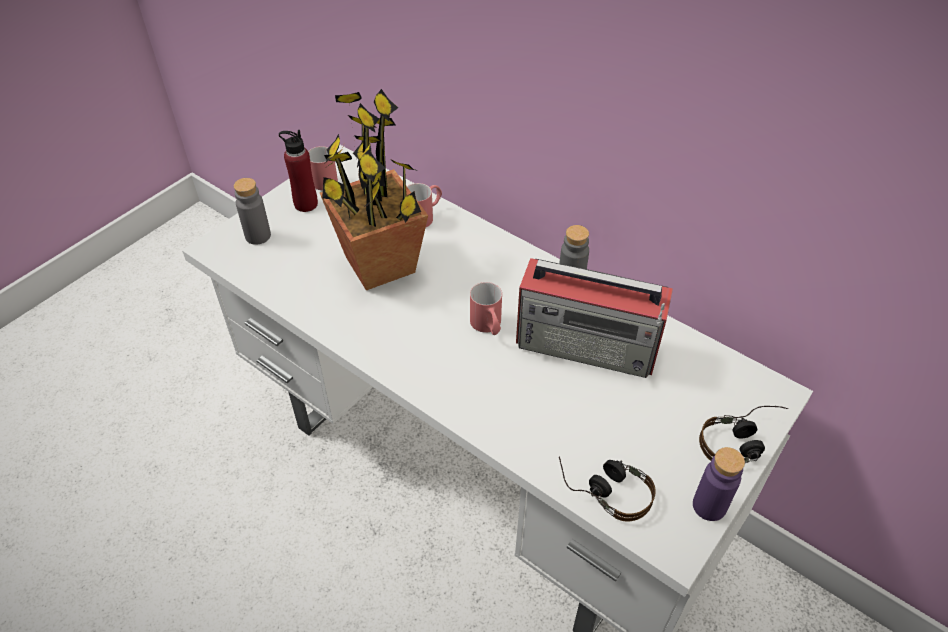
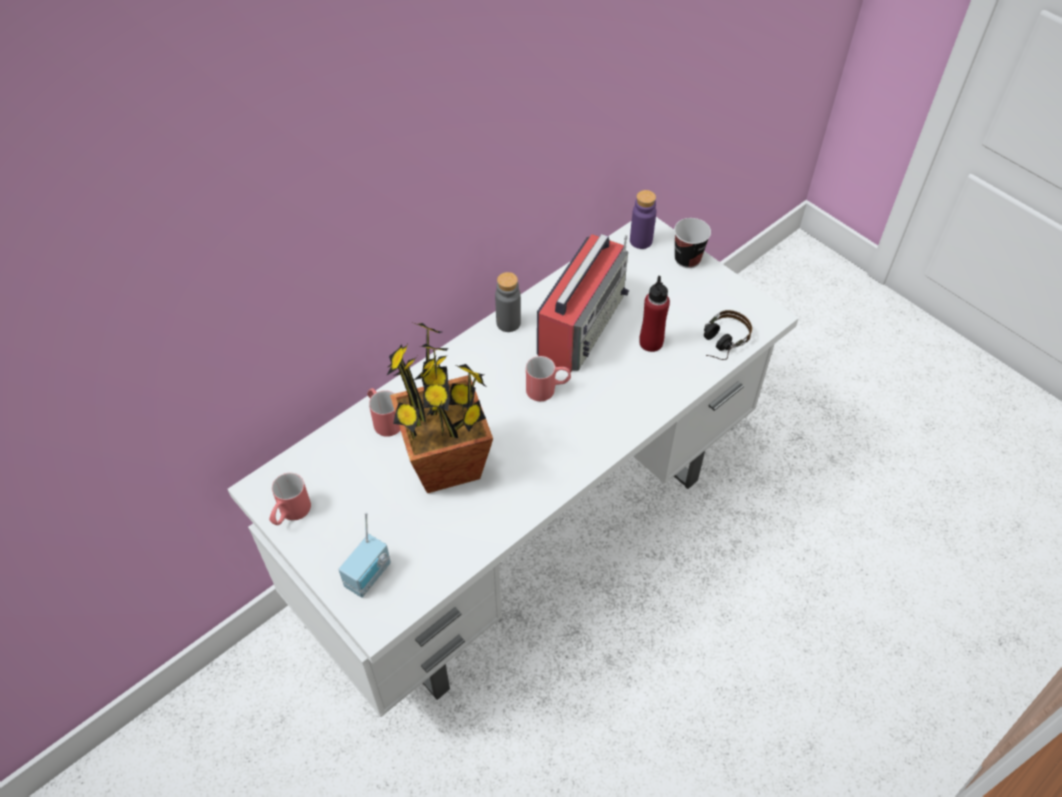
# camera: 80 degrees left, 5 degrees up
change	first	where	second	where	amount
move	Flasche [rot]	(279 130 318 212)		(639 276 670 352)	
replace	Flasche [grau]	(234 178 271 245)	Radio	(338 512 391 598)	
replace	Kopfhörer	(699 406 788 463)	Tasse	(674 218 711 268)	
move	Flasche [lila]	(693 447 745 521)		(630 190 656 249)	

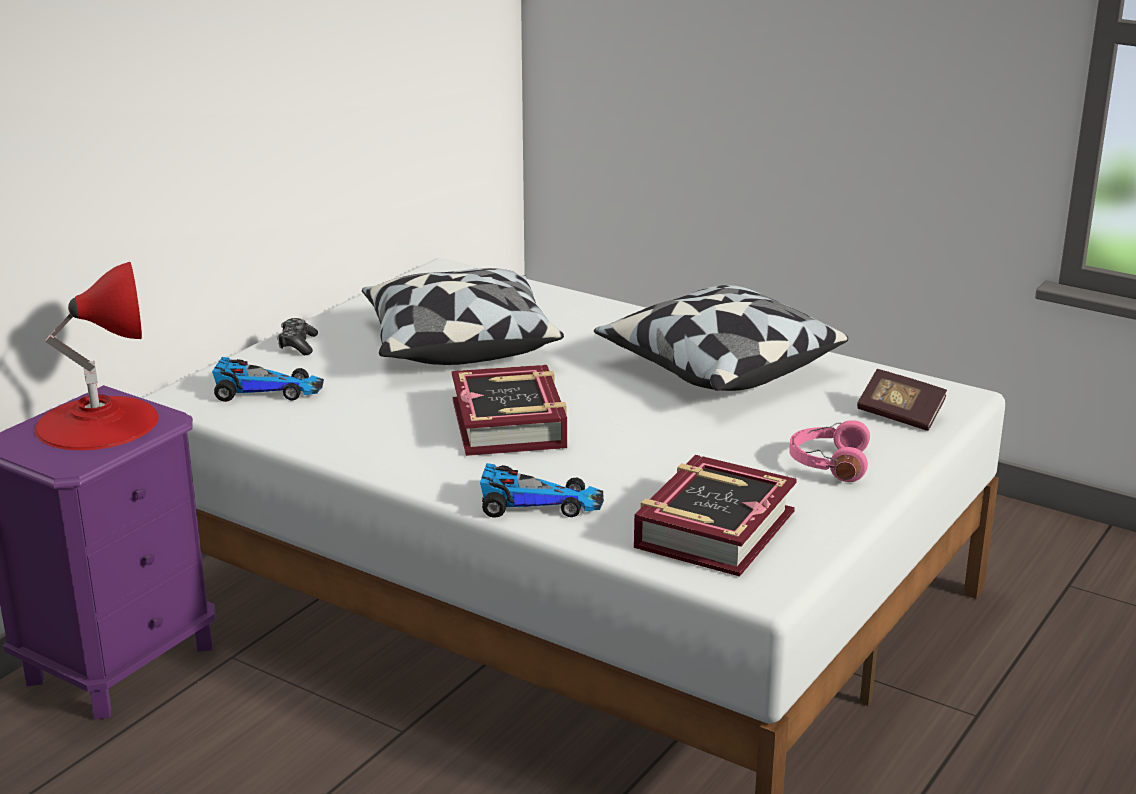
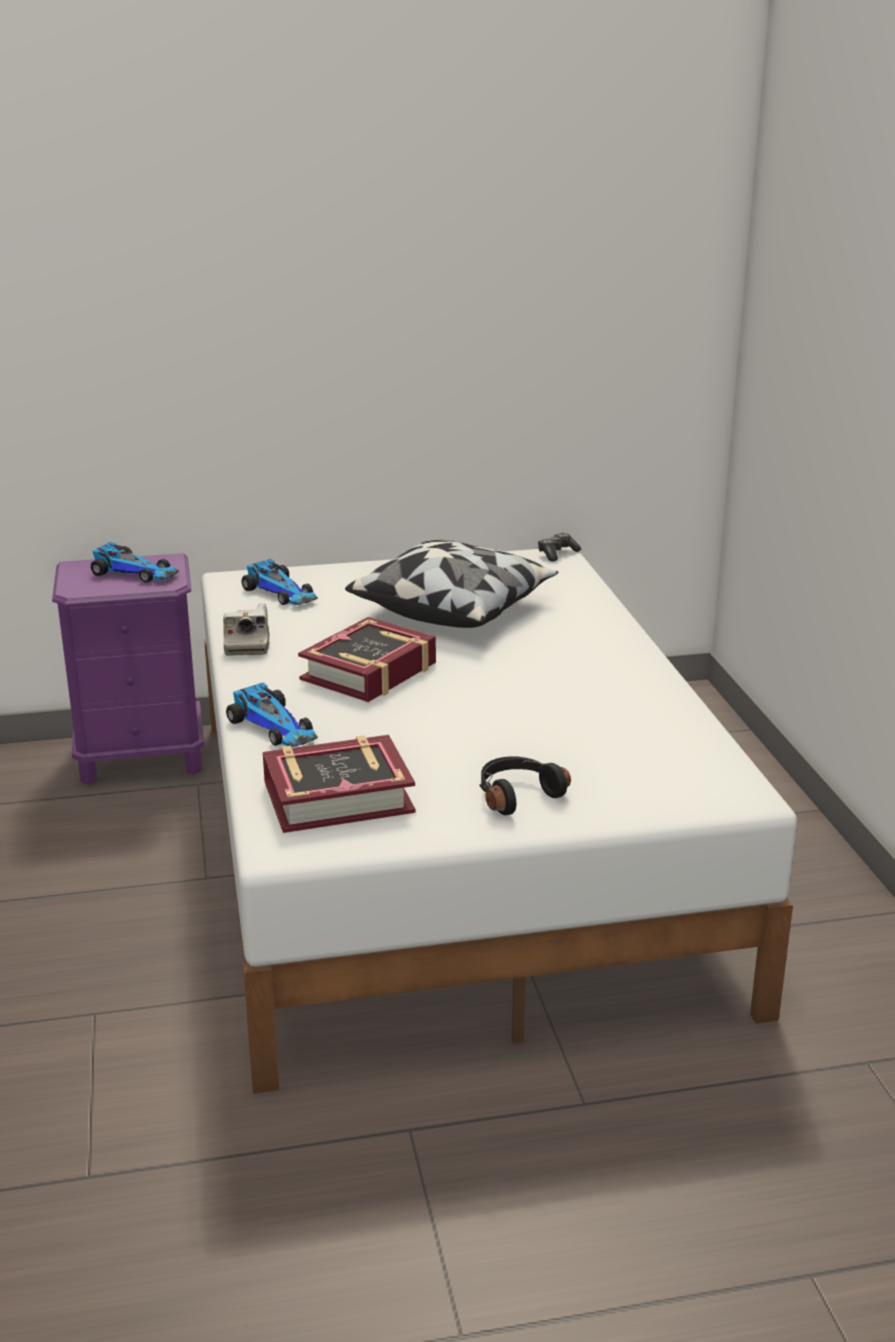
# camera: 45 degrees right, 0 degrees up
change	first	where	second	where	amount
replace	Tischlampe [rot]	(35 262 159 450)	Spielzeugauto	(91 542 179 583)	
delete	Kissen	(594 285 848 391)			
move	Gamepad	(277 318 318 355)		(538 533 581 561)	
delete	Buch	(857 369 947 431)			
recolor	Kopfhörer [rosa]	(789 420 870 482)	Kopfhörer [schwarz]	(479 756 571 815)	
insert			Kamera	(223 603 269 656)	

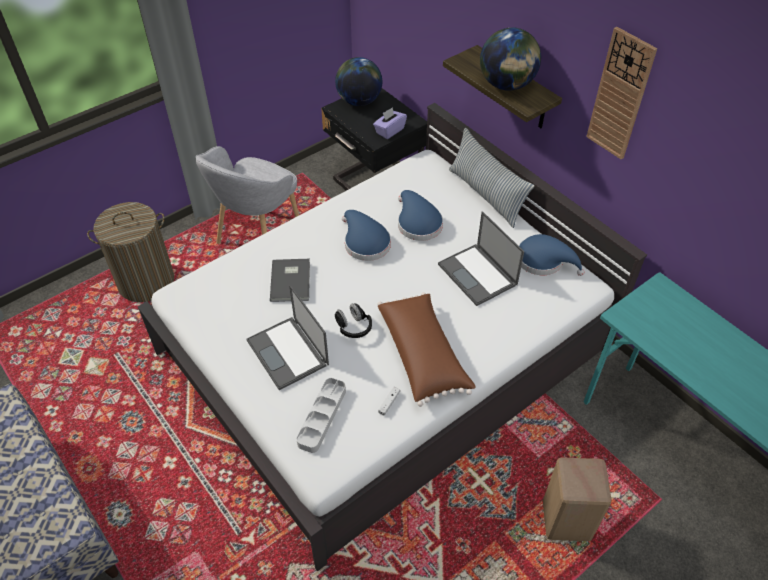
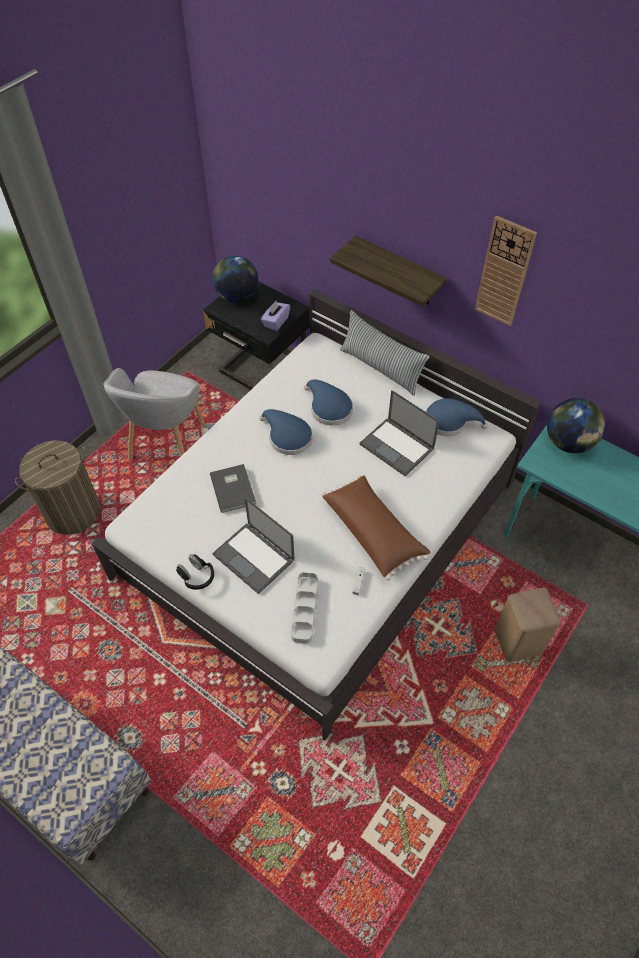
# camera: 15 degrees left, 5 degrees up
change	first	where	second	where	amount
move	Globus	(480 27 541 91)		(547 398 605 453)	
move	Kopfhörer [schwarz]	(335 303 372 338)		(176 554 214 590)	

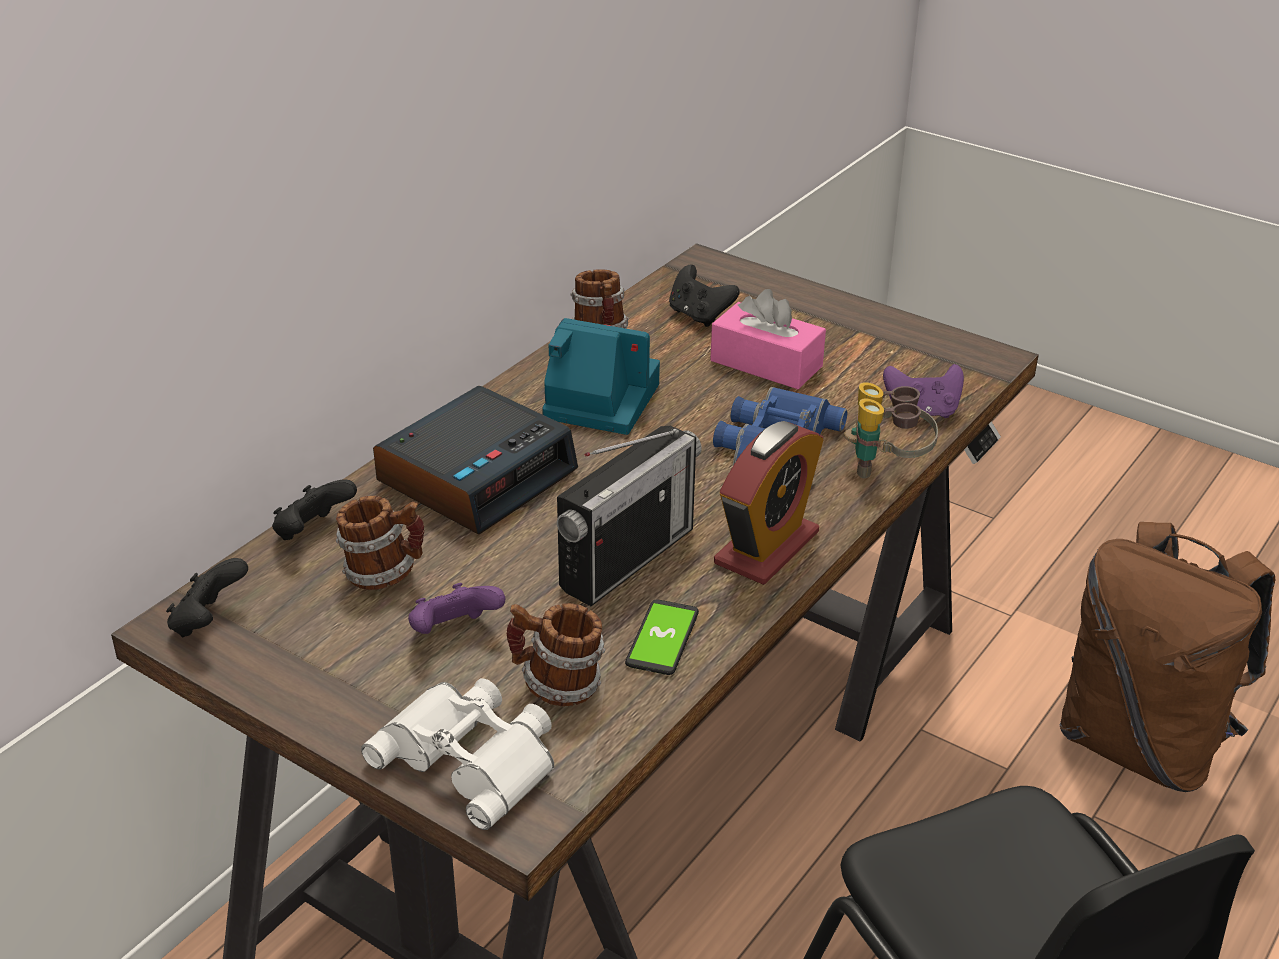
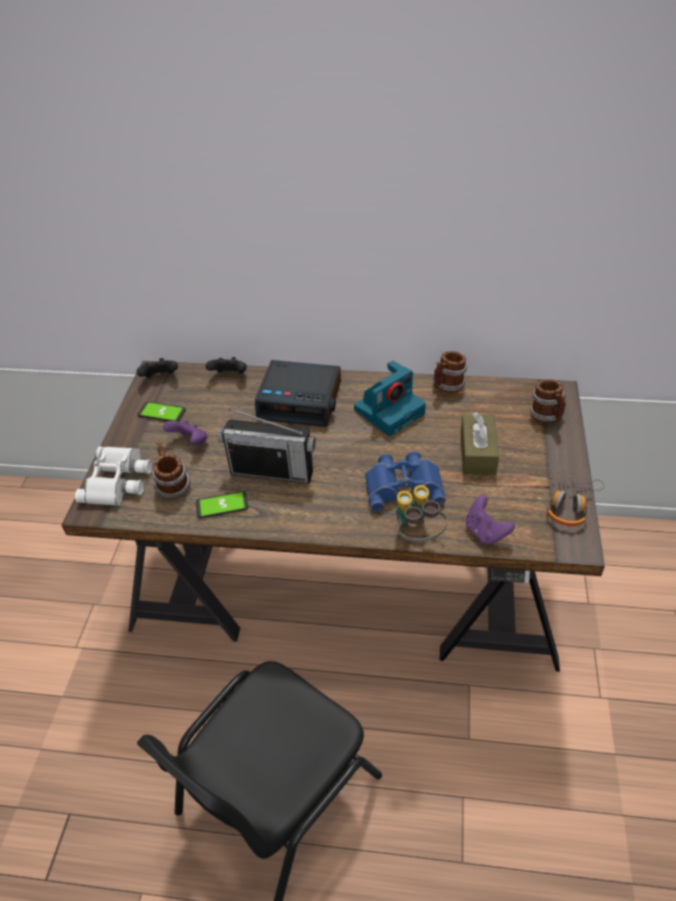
# camera: 65 degrees right, 10 degrees up
change	first	where	second	where	amount
delete	Gamepad [schwarz]	(669 265 740 327)			
recolor	Taschentuchbox [rosa]	(710 289 826 389)	Taschentuchbox [braun]	(461 412 499 475)	
rotate	Kamera	(542 318 660 435)		(354 361 426 436)	60 degrees clockwise
delete	Wecker	(714 421 824 585)			
move	Henkelbecher	(336 496 424 590)		(529 379 566 423)	
delete	Rucksack [braun]	(1060 522 1275 792)			
insert			Handy	(137 402 186 421)	
insert			Kopfhörer	(544 472 604 526)	

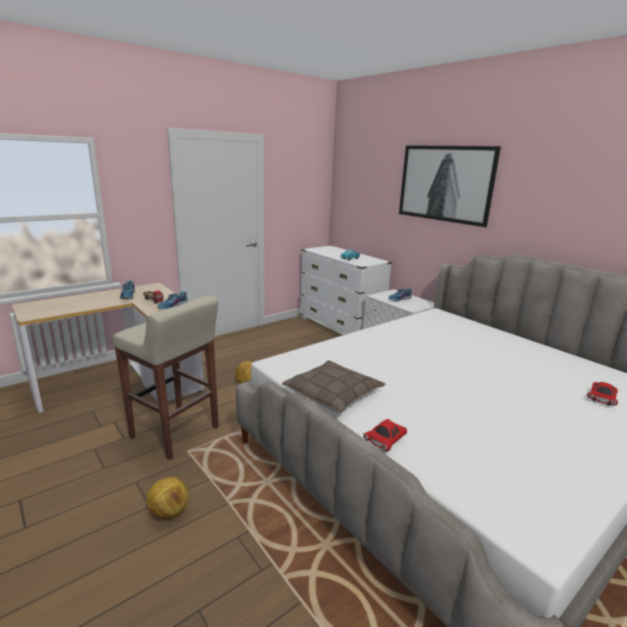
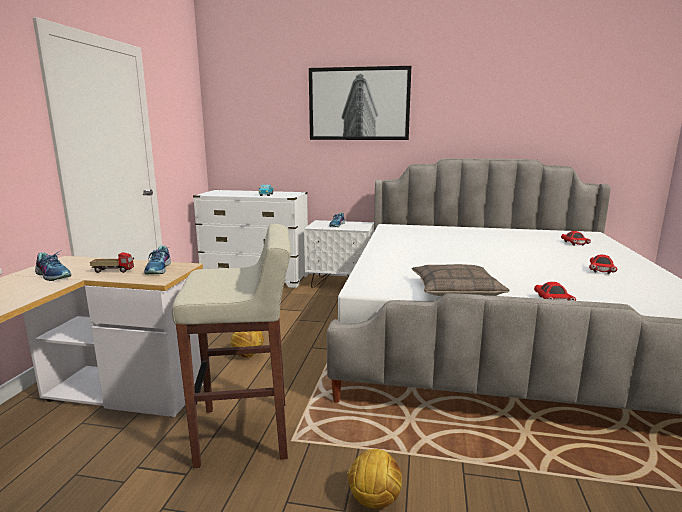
# camera: 40 degrees left, 5 degrees down
change	first	where	second	where	amount
insert			Spielzeugauto [rot]	(589 255 617 274)	

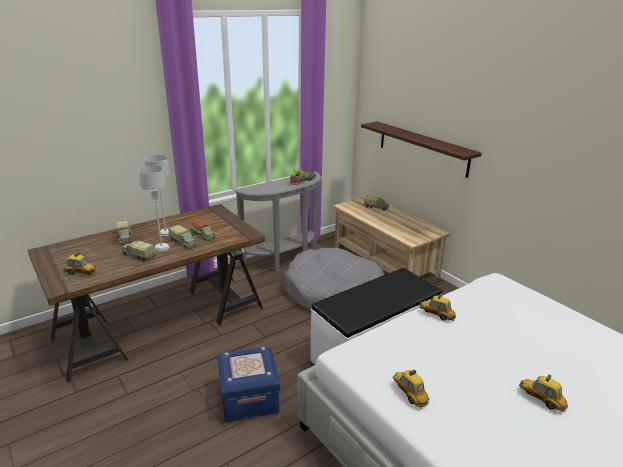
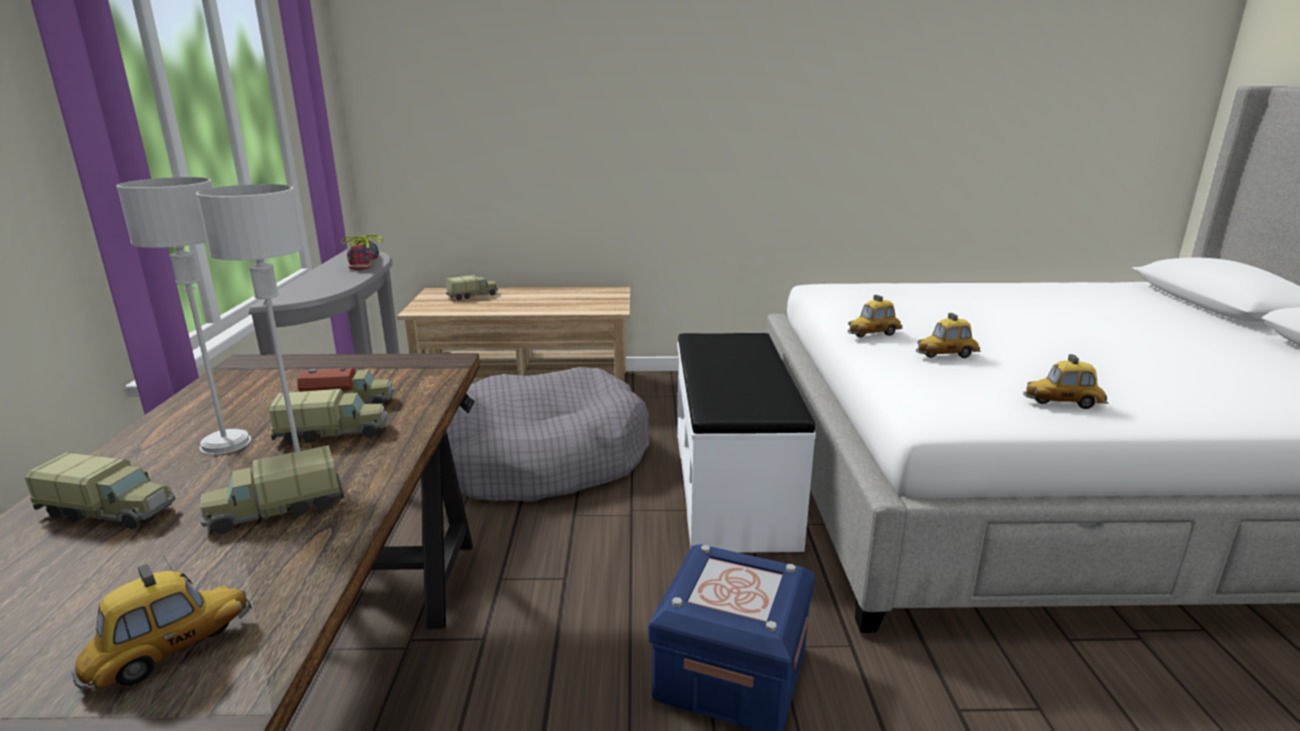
# camera: 55 degrees left, 5 degrees down
change	first	where	second	where	amount
delete	Wandregal	(361 122 482 178)			
move	Spielzeugauto	(519 375 568 412)		(916 313 981 358)	

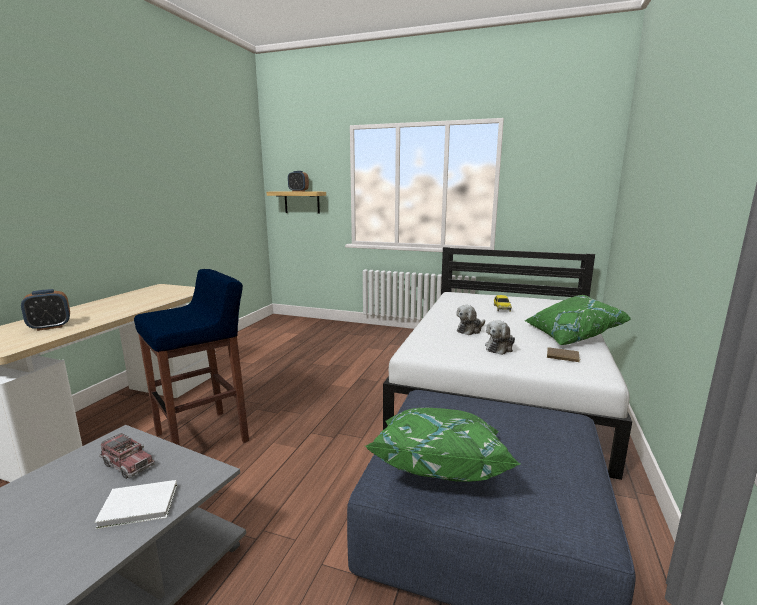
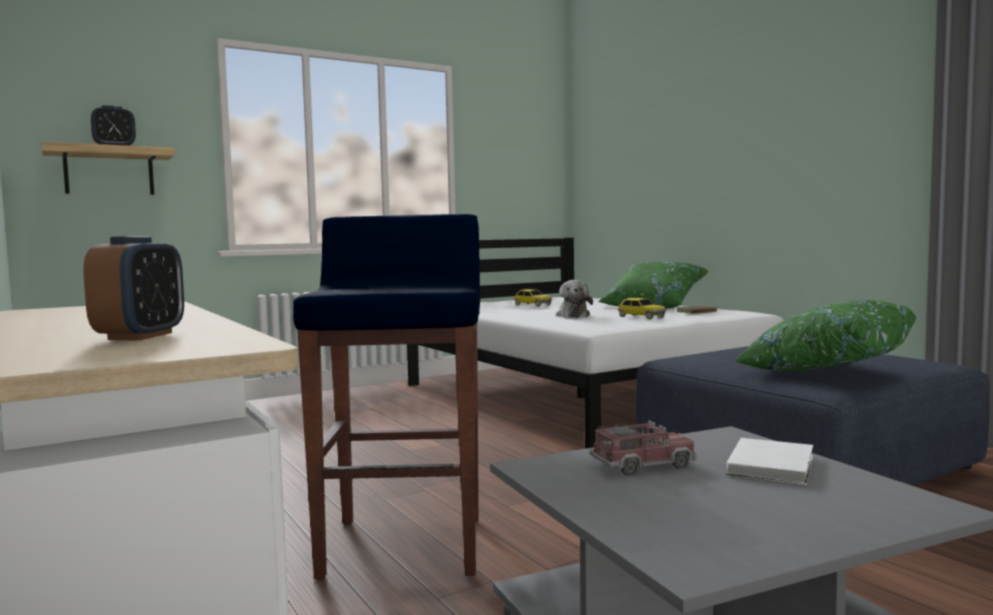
# camera: 50 degrees left, 10 degrees down
change	first	where	second	where	amount
replace	Plüschtier	(485 320 515 355)	Spielzeugauto	(618 298 666 319)	

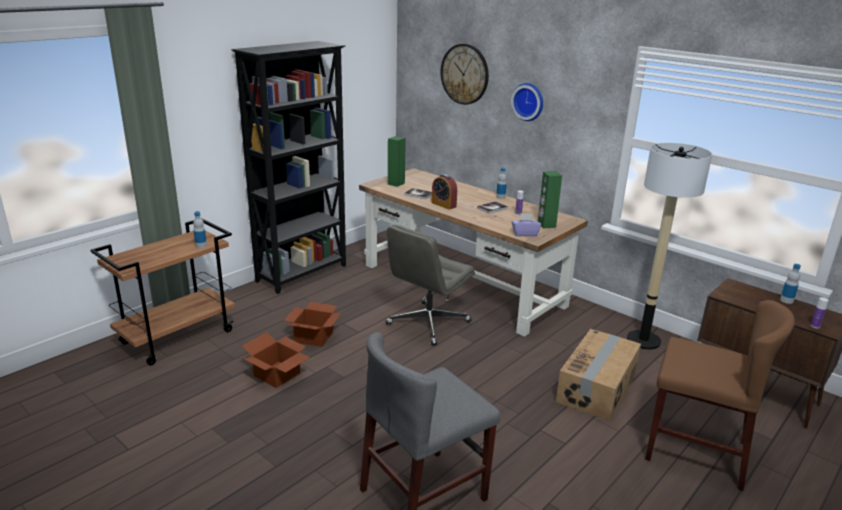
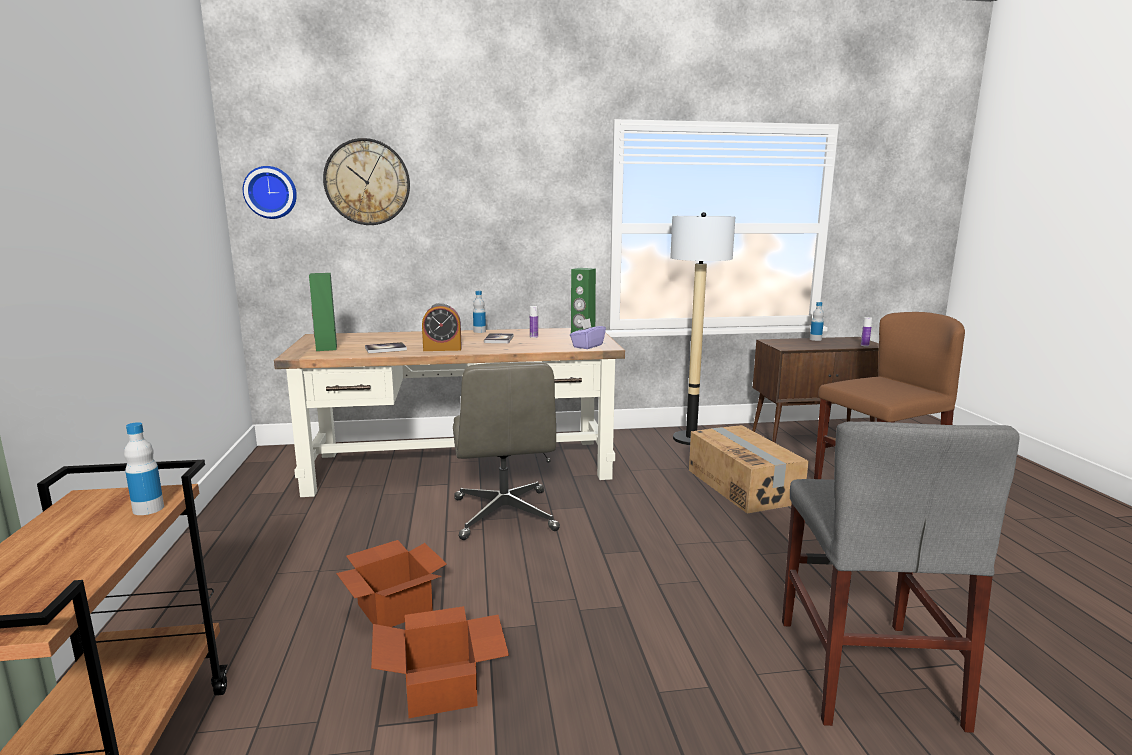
# camera: 50 degrees left, 10 degrees down
change	first	where	second	where	amount
delete	Bücherregal [schwarz]	(231 41 346 294)			
move	Wanduhr	(511 83 543 121)		(243 166 297 219)	

